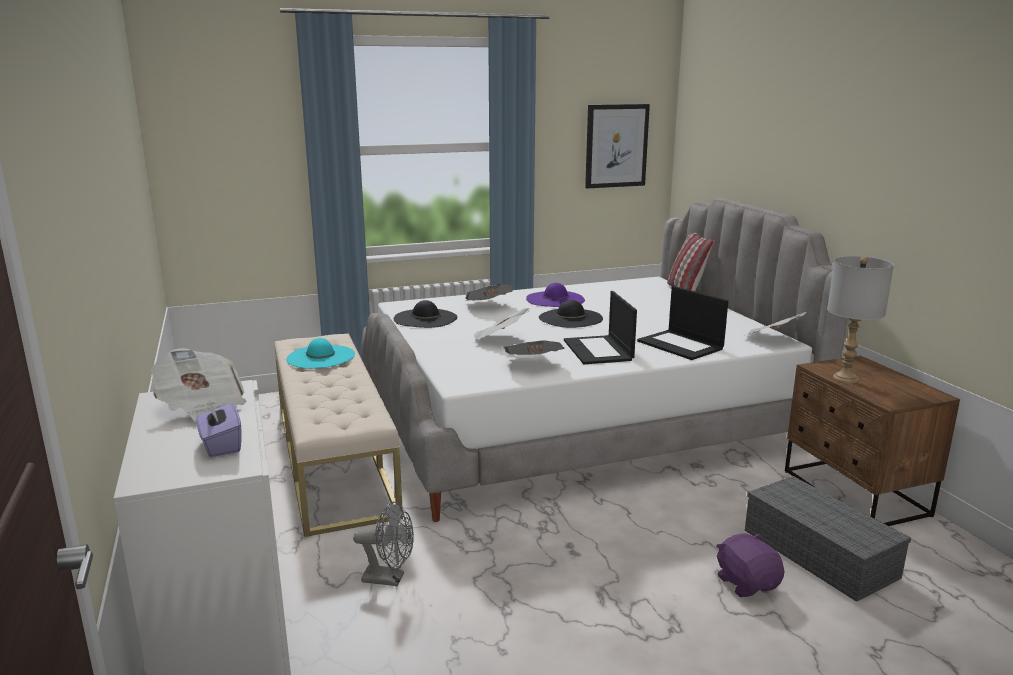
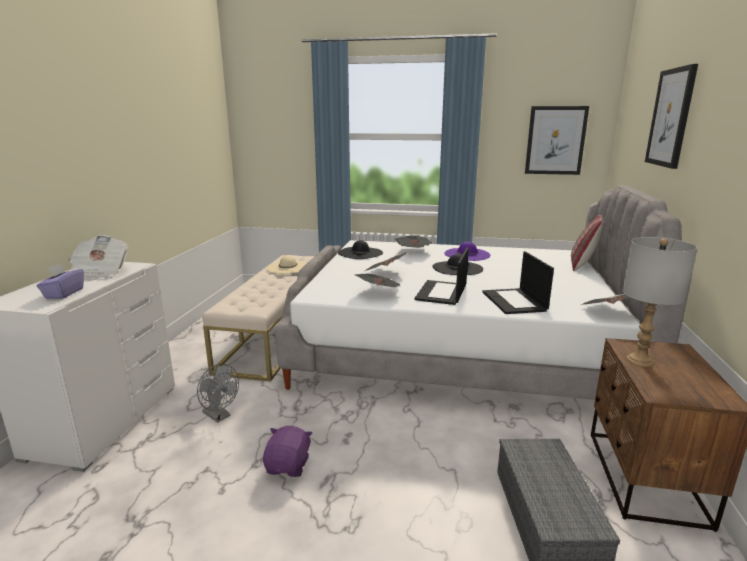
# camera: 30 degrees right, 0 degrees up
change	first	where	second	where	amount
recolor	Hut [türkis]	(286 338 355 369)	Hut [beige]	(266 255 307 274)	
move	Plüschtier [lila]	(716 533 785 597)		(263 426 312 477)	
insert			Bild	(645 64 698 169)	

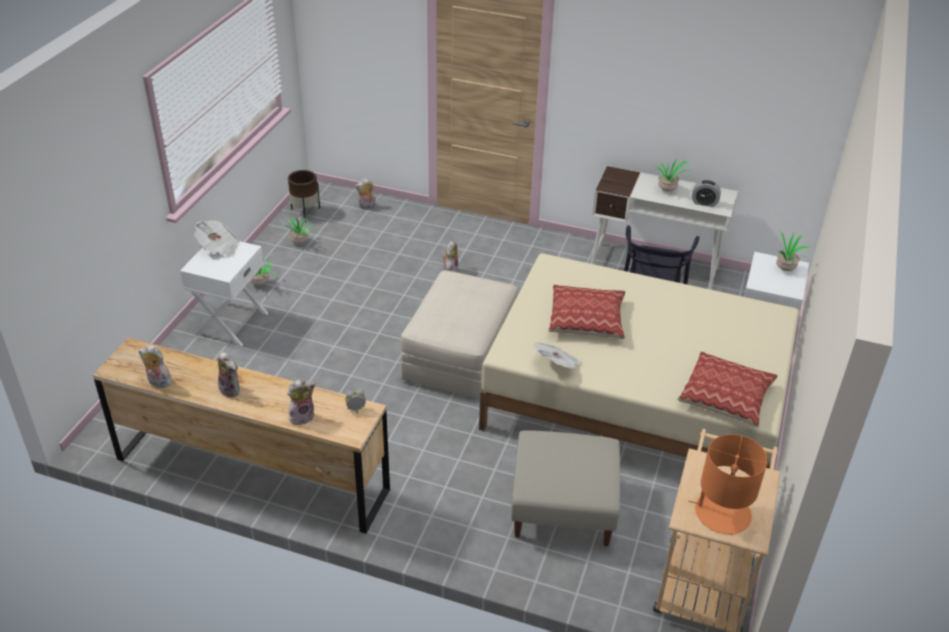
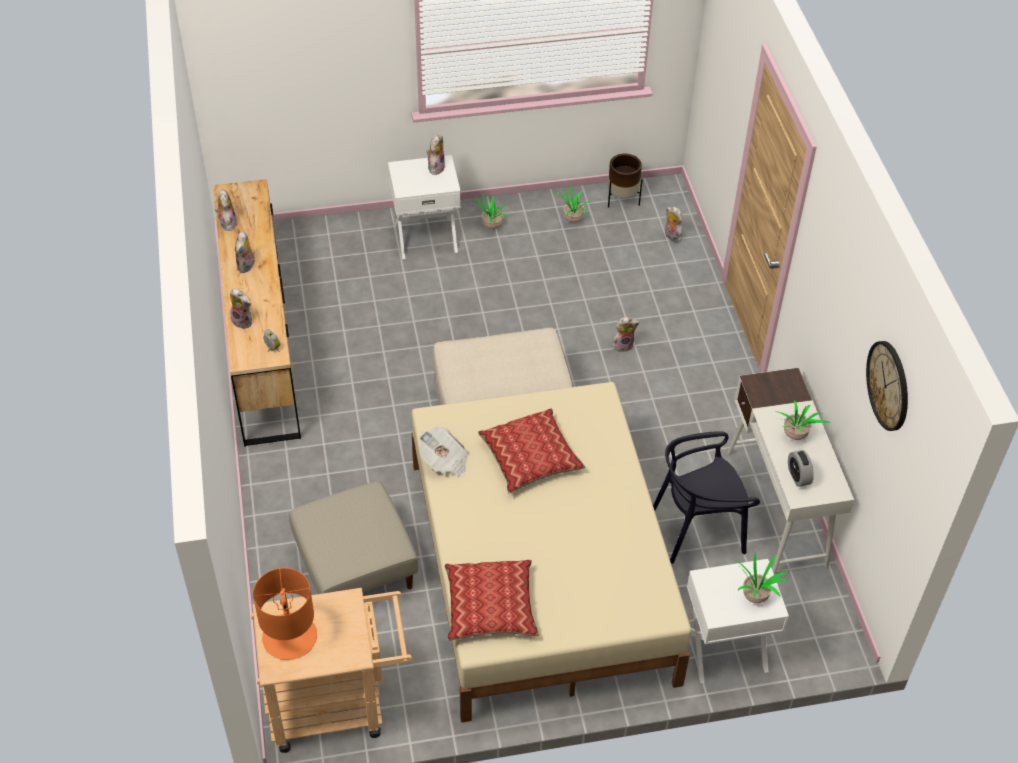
# camera: 60 degrees right, 10 degrees up
change	first	where	second	where	amount
replace	Zeitung	(194 220 239 257)	Plüschtier	(426 135 445 175)	
insert			Wanduhr	(866 341 908 431)	

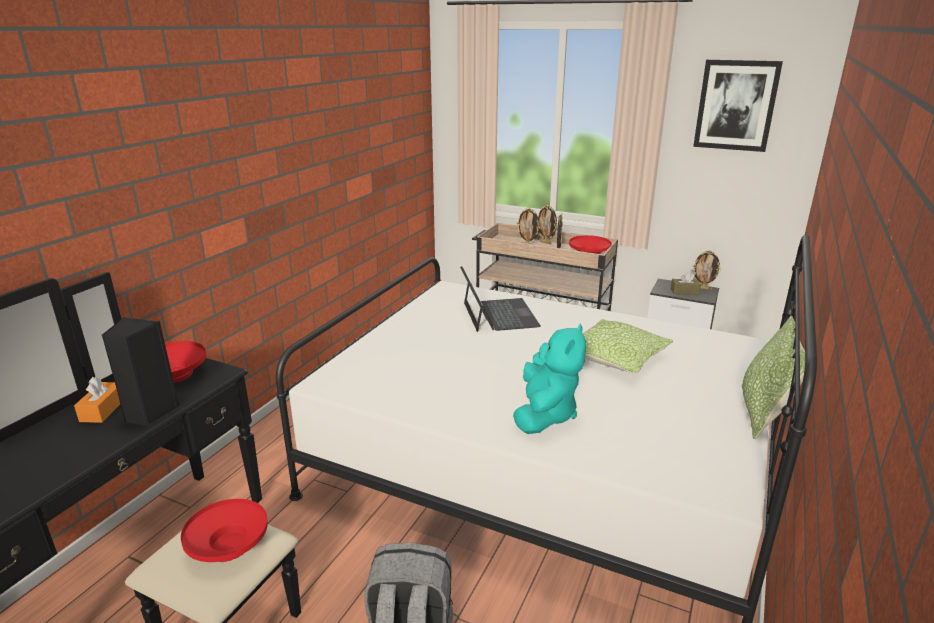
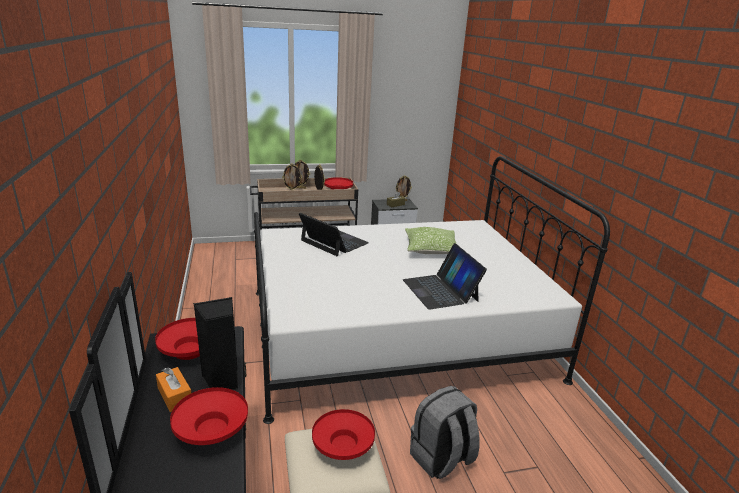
# camera: 40 degrees left, 0 degrees up
change	first	where	second	where	amount
delete	Bild	(693 60 783 152)			
delete	Kissen	(742 316 805 439)			
replace	Plüschtier [türkis]	(513 324 586 434)	Laptop	(403 243 487 310)	
insert			Schüssel [rot]	(170 387 248 445)	

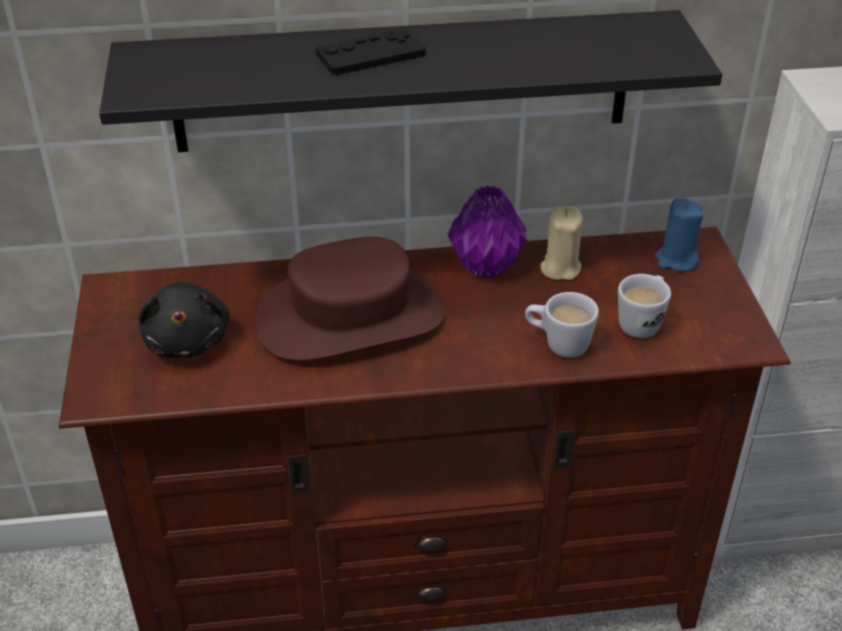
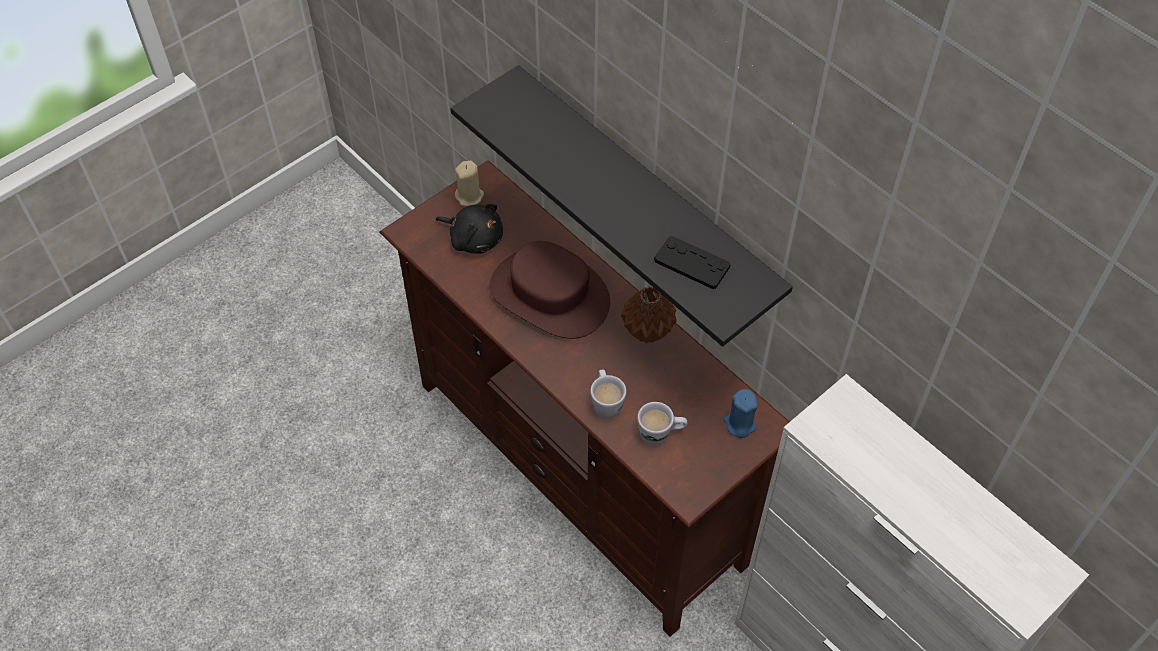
# camera: 55 degrees right, 15 degrees up
change	first	where	second	where	amount
move	Gamepad [schwarz]	(316 29 426 75)		(654 236 731 289)	
recolor	Vase [lila]	(448 185 527 279)	Vase [braun]	(621 286 677 343)	
move	Kerze [beige]	(540 206 583 280)		(455 161 484 206)	
rotate	Plüschtier [schwarz]	(139 282 230 358)		(436 204 503 254)	105 degrees counterclockwise

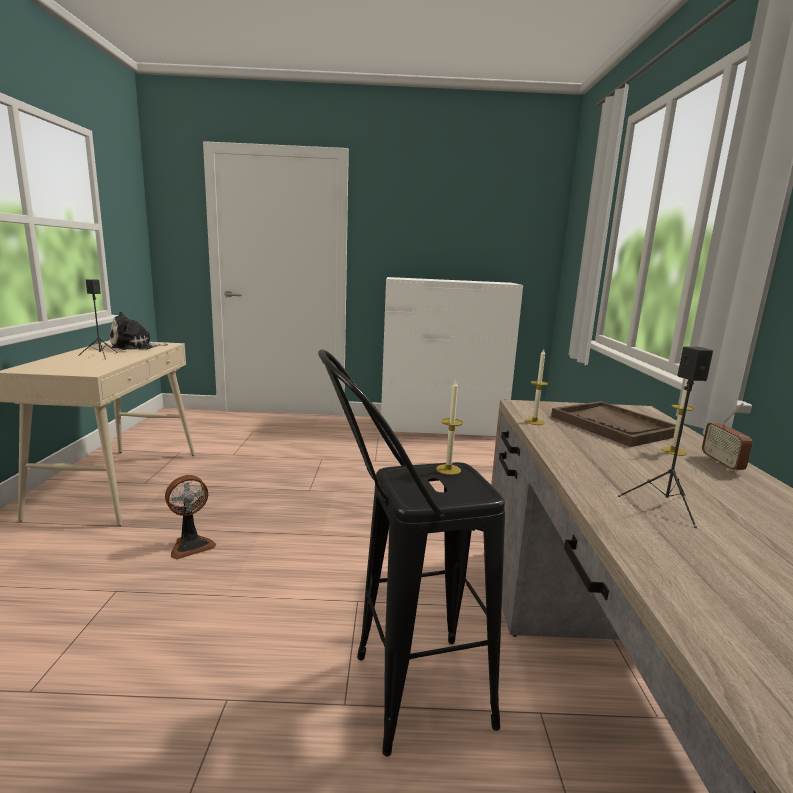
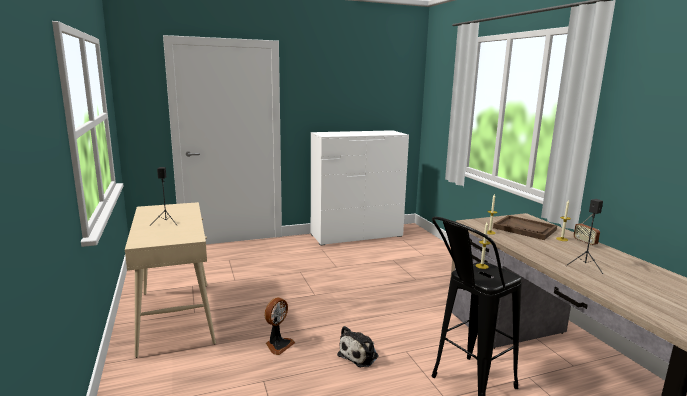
# camera: 20 degrees left, 0 degrees up
change	first	where	second	where	amount
move	Plüschtier	(110 311 168 350)		(337 326 378 367)	

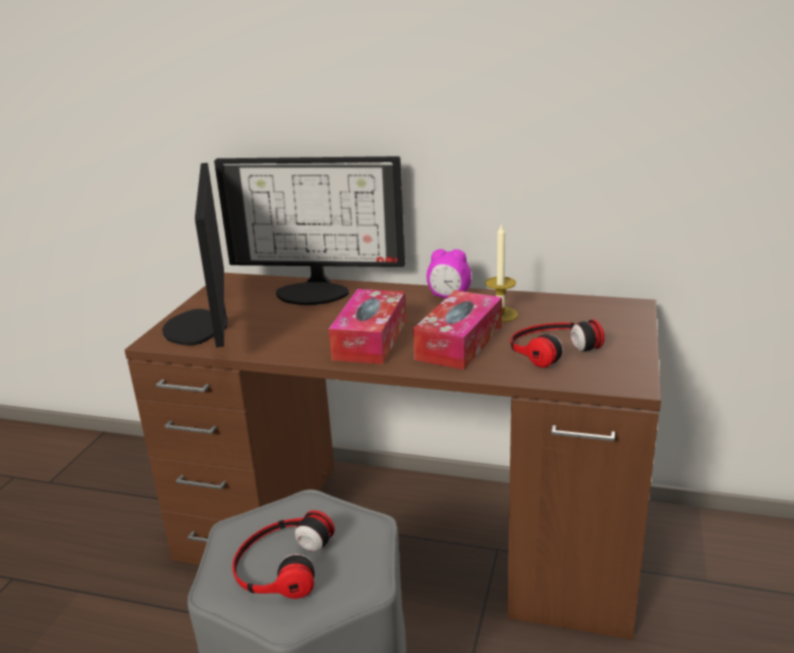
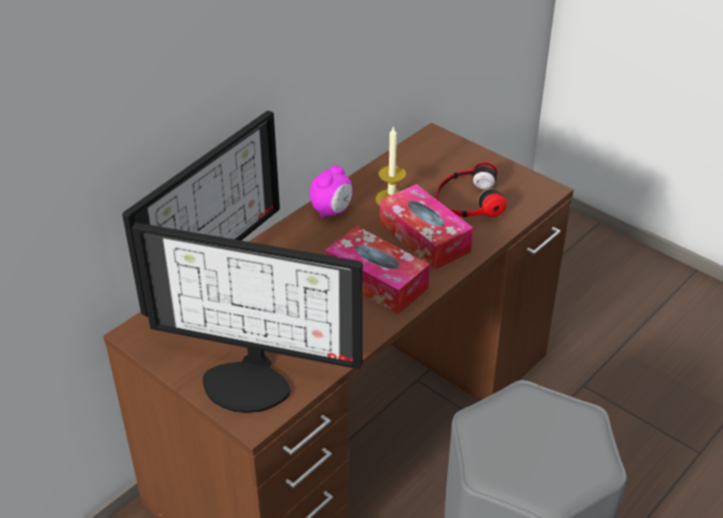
# camera: 65 degrees left, 15 degrees up
change	first	where	second	where	amount
delete	Kopfhörer	(232 510 335 599)			

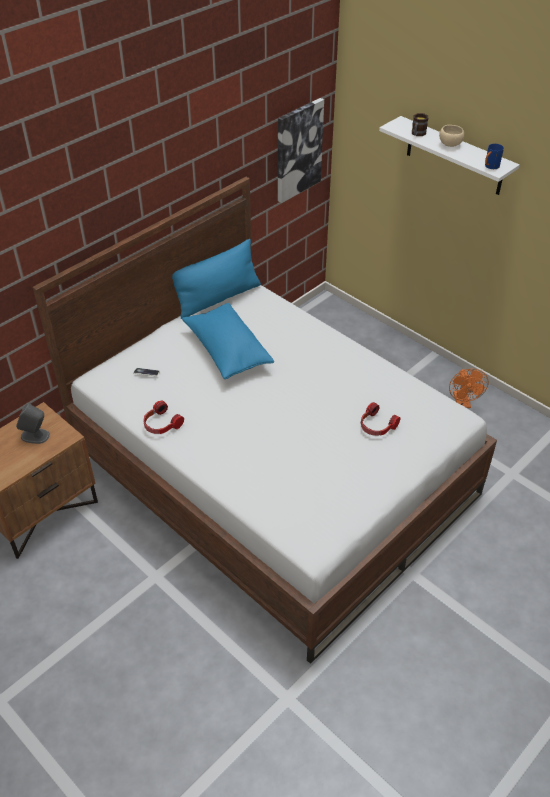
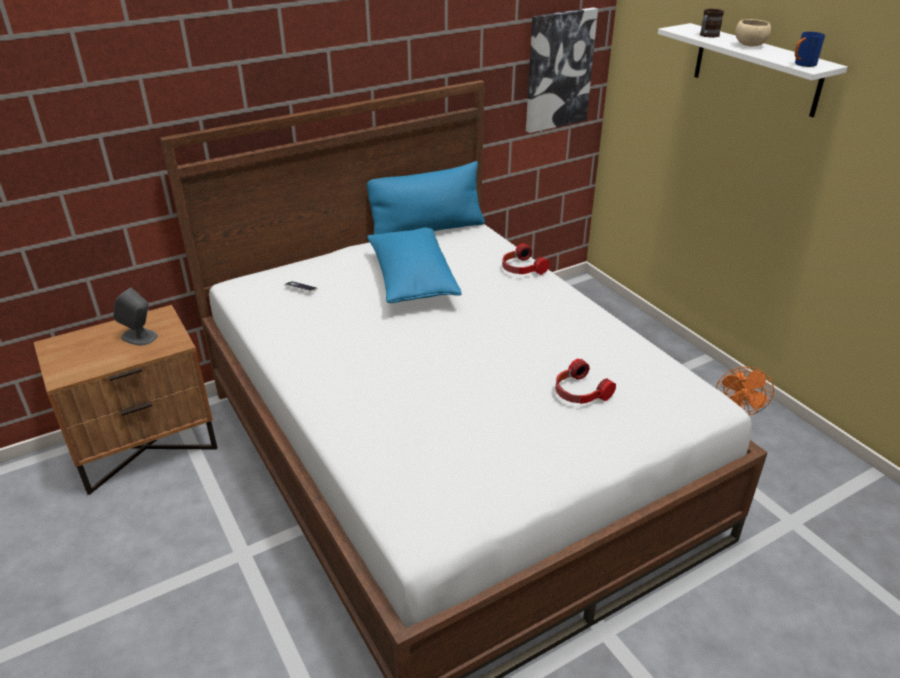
# camera: 15 degrees right, 10 degrees down
change	first	where	second	where	amount
move	Kopfhörer	(143 400 184 434)		(502 243 550 275)	

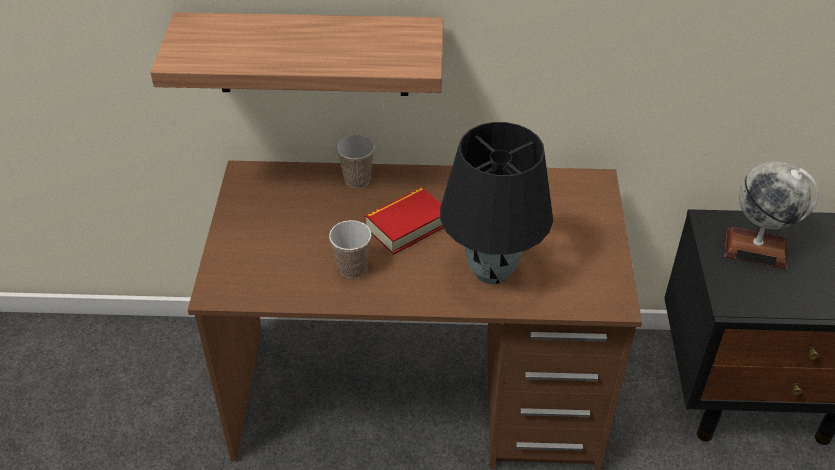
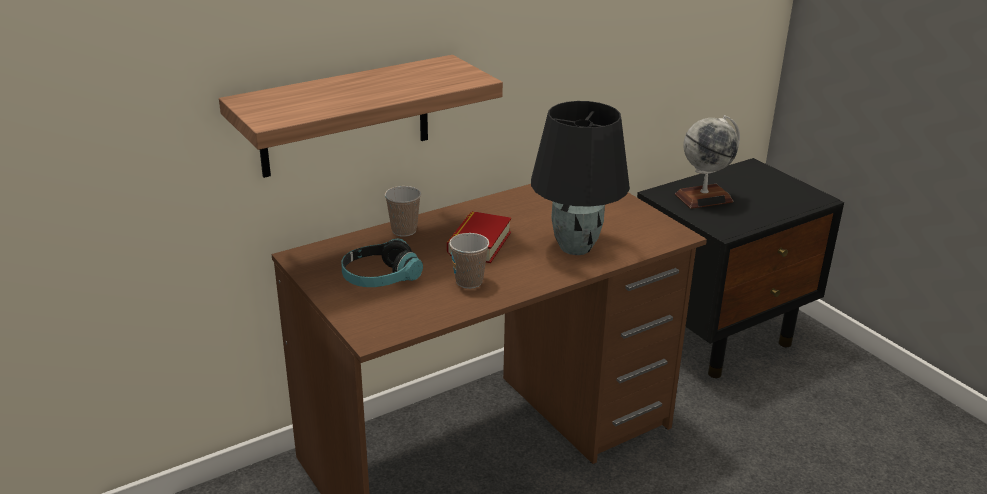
# camera: 35 degrees left, 15 degrees down
change	first	where	second	where	amount
insert			Kopfhörer	(341 238 423 287)	

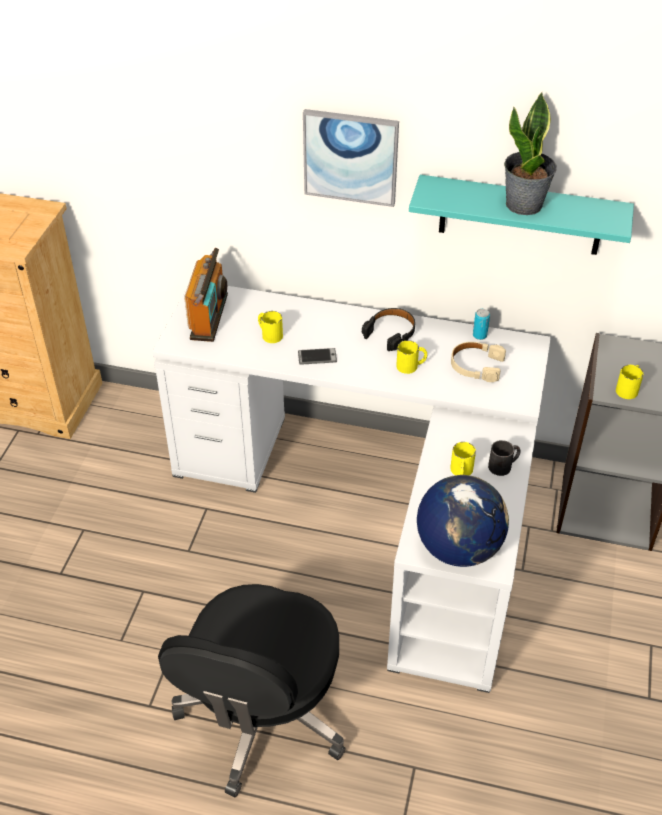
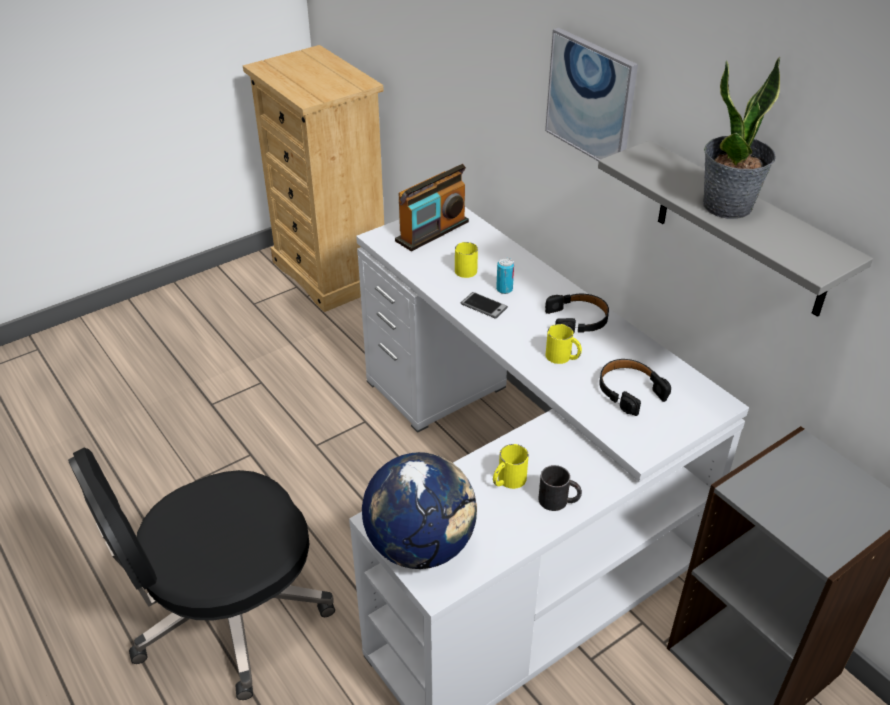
# camera: 40 degrees right, 5 degrees down
change	first	where	second	where	amount
recolor	Wandregal [türkis]	(409 175 634 255)	Wandregal [grau]	(598 140 873 317)	
move	Dose	(473 309 490 340)		(496 258 514 294)	
recolor	Kopfhörer [beige]	(451 342 506 382)	Kopfhörer [schwarz]	(599 359 671 416)	
delete	Henkelbecher [gelb]	(616 365 644 399)			

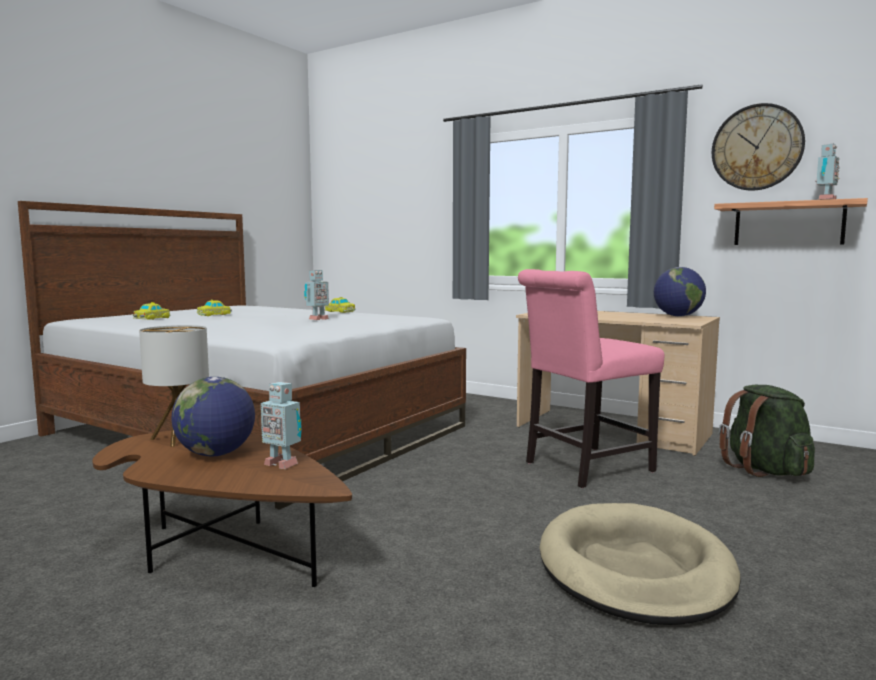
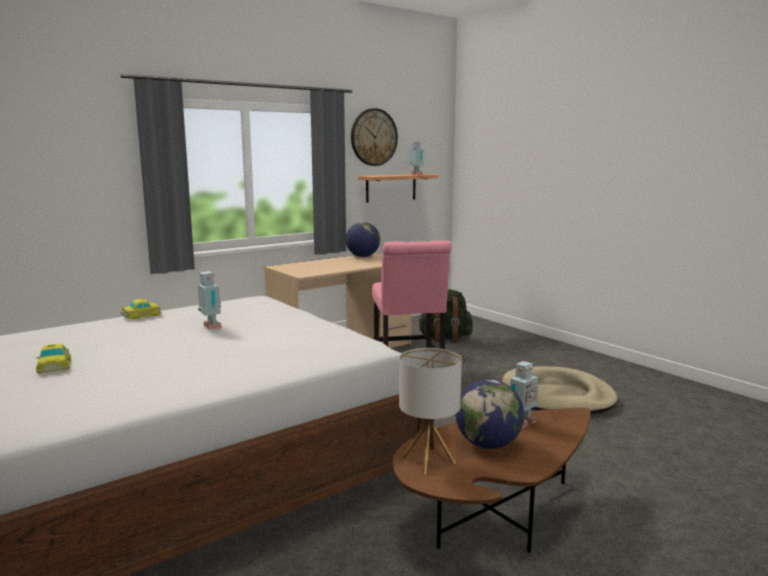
# camera: 70 degrees left, 5 degrees up
change	first	where	second	where	amount
delete	Spielzeugauto	(133 302 171 320)			

